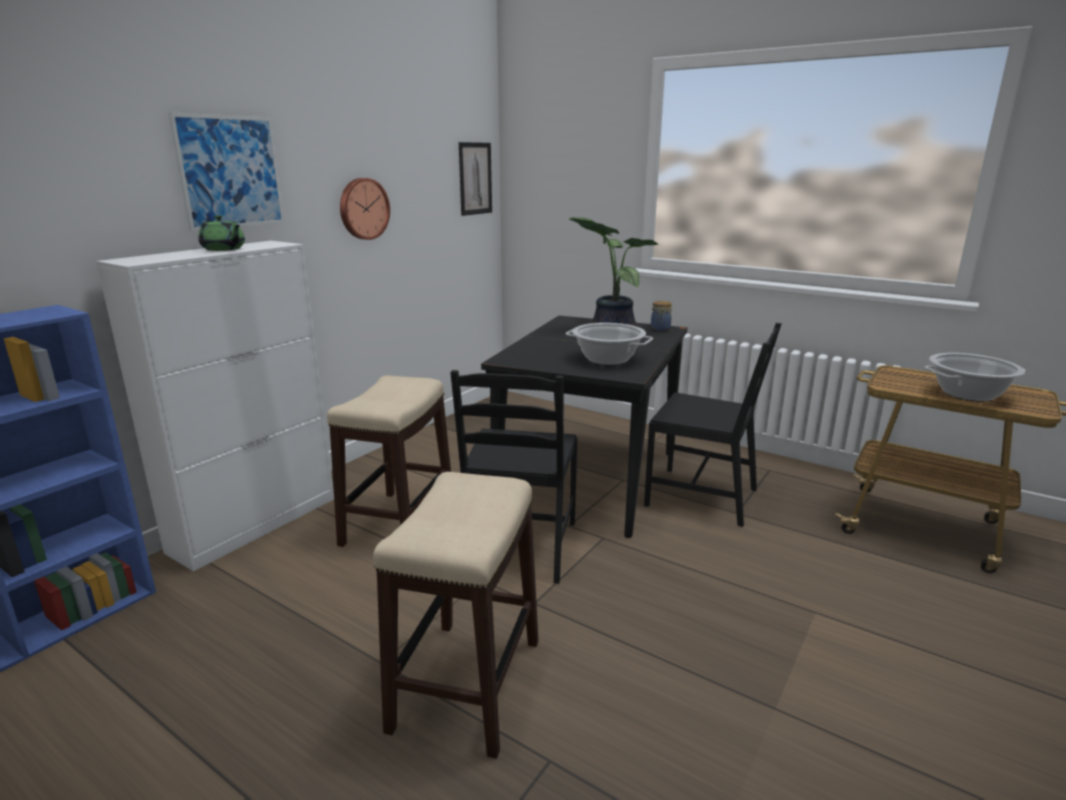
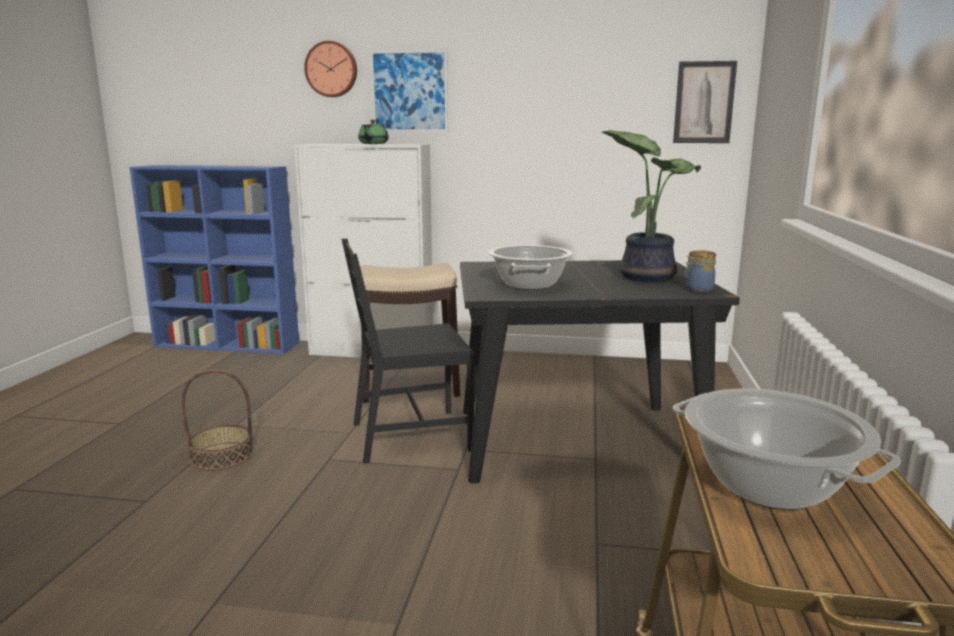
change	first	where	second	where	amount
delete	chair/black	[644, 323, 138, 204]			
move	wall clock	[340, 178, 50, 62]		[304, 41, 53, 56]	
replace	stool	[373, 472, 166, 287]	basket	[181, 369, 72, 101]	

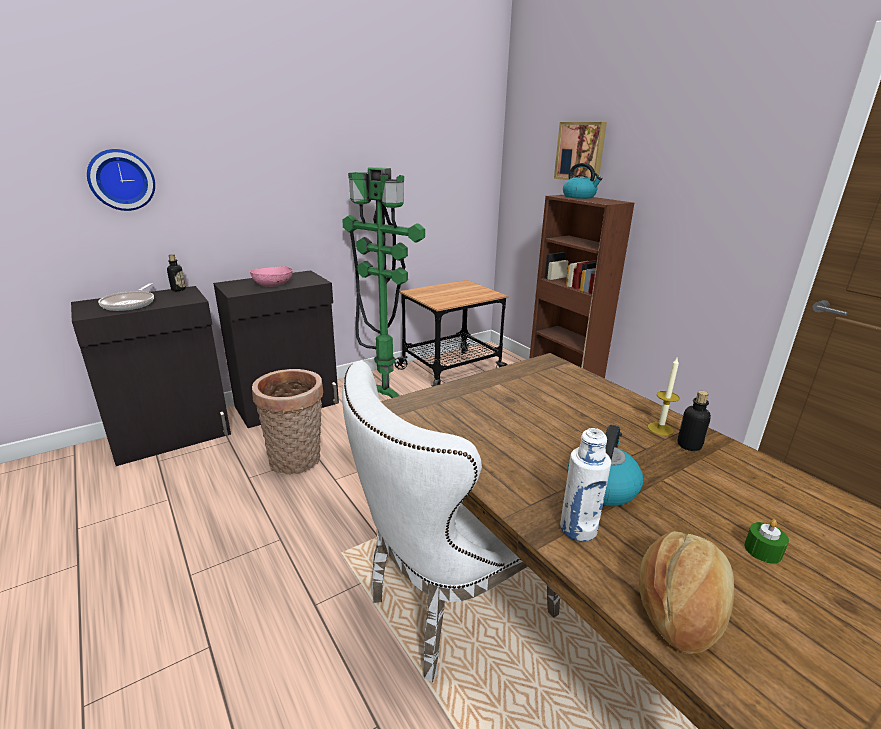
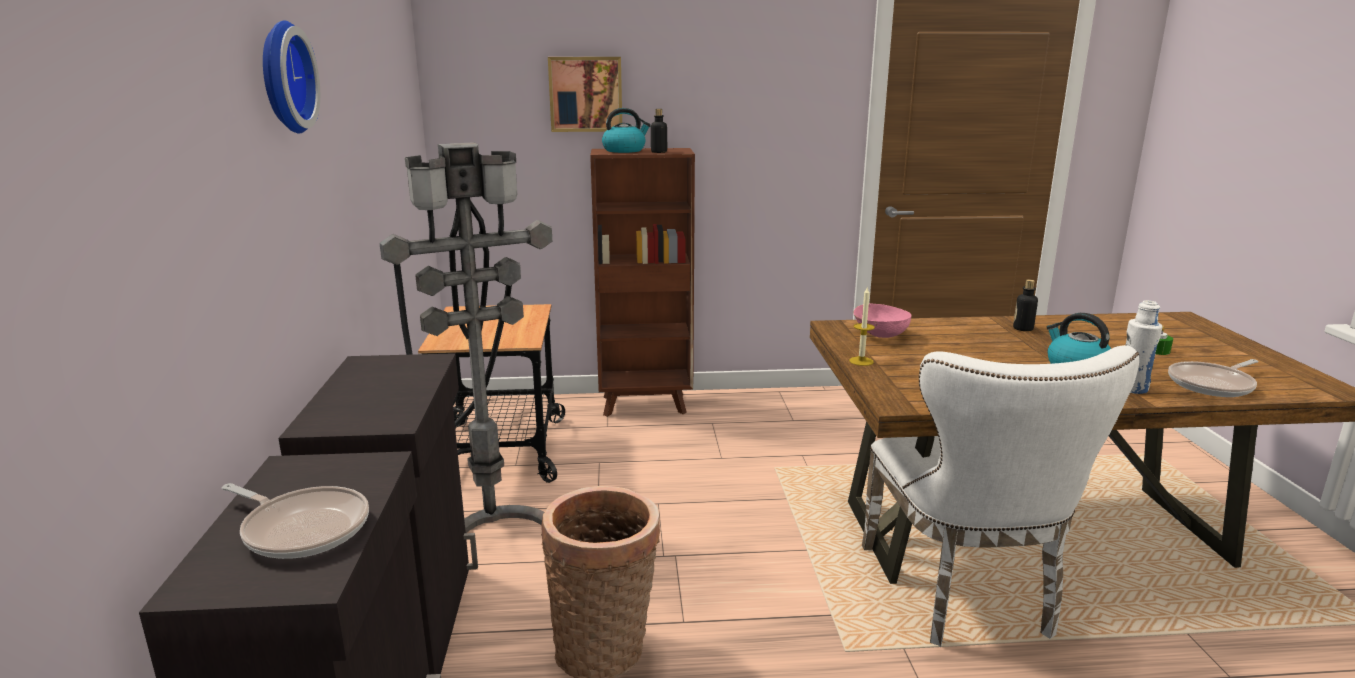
change	first	where	second	where	amount
move	wall clock	[87, 149, 68, 62]		[263, 20, 57, 114]	
move	bottle	[167, 254, 19, 37]		[651, 109, 16, 44]	
move	bowl/pink	[250, 266, 43, 21]		[853, 303, 59, 35]	
move	candle	[648, 358, 32, 78]		[849, 286, 26, 80]	
replace	bread	[639, 531, 95, 123]	frying pan	[1168, 359, 91, 38]	
recolor	floor lamp/green	[342, 167, 83, 231]	floor lamp/grey	[379, 142, 173, 391]	

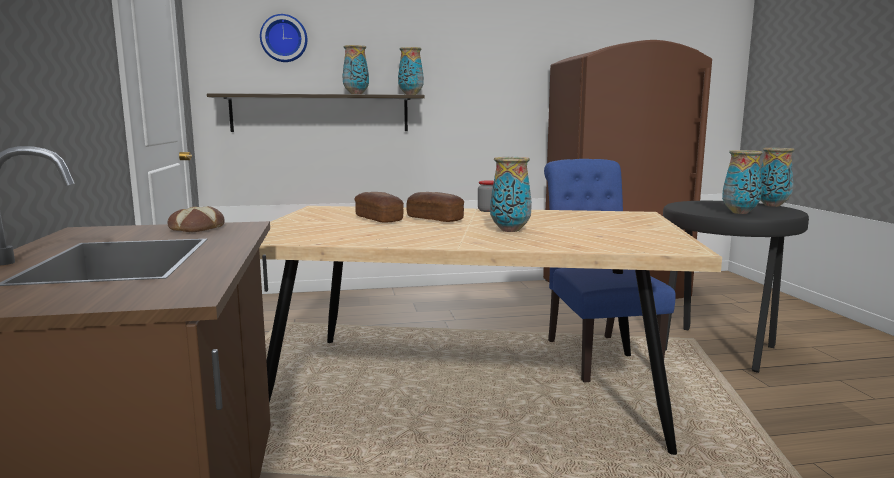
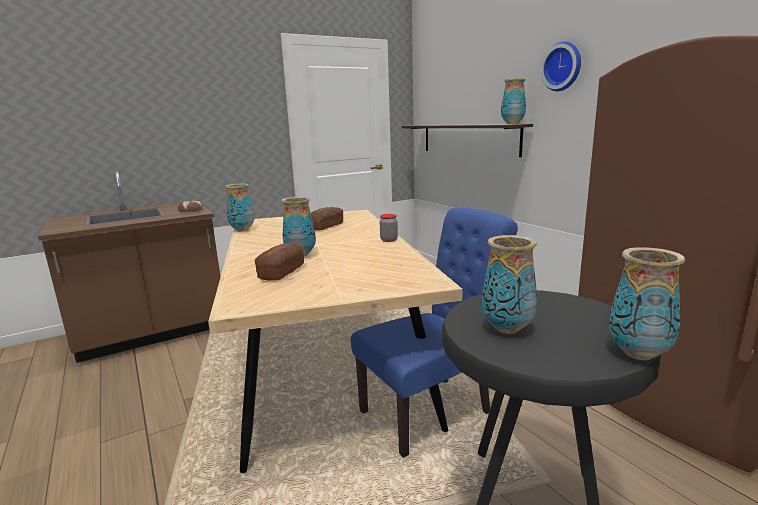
change	first	where	second	where	amount
move	wall clock	[260, 14, 47, 48]		[541, 41, 40, 50]	
move	vase	[343, 45, 26, 49]		[225, 184, 29, 47]	
move	bread	[406, 192, 58, 30]		[255, 243, 49, 38]	

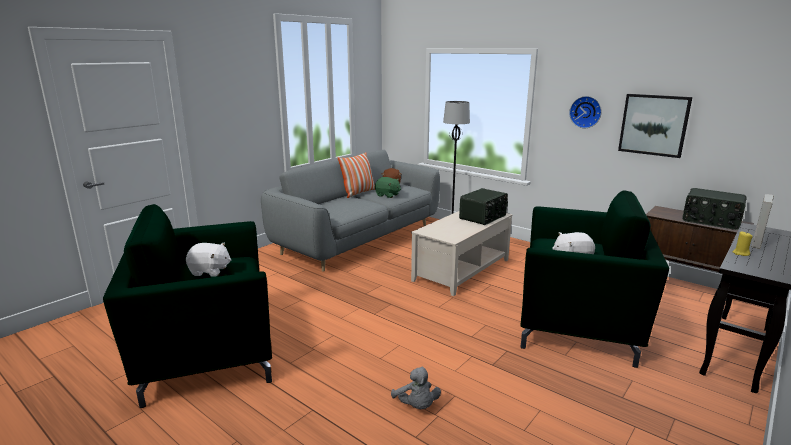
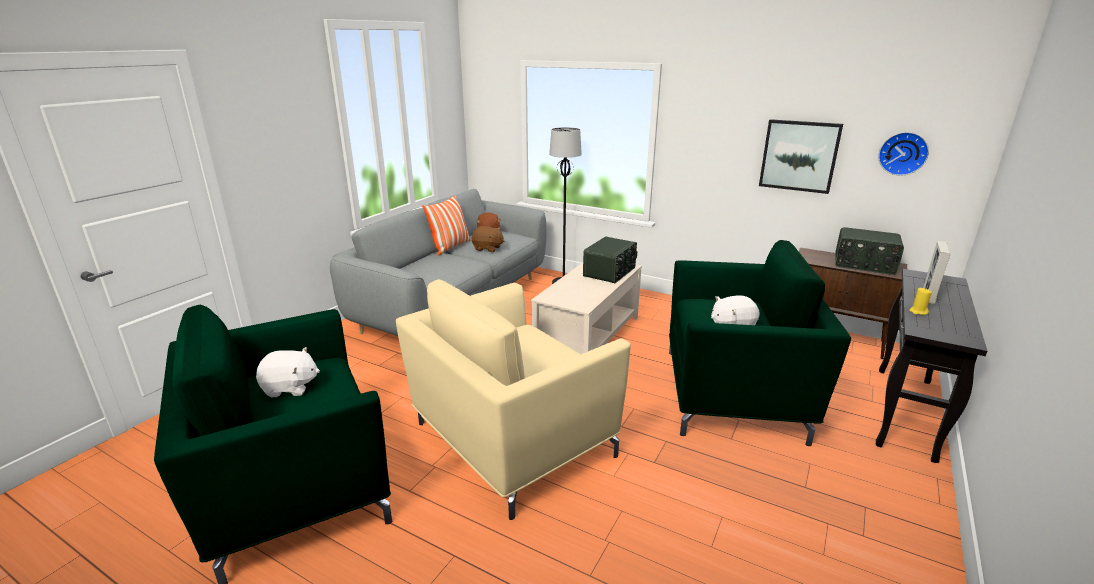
change	first	where	second	where	amount
delete	plush toy/grey	[391, 366, 50, 43]			
insert			armchair/beige	[396, 279, 235, 241]	
move	wall clock	[569, 96, 33, 32]		[878, 132, 51, 44]	
recolor	plush toy/green	[375, 177, 26, 21]	plush toy/brown	[472, 226, 32, 26]	

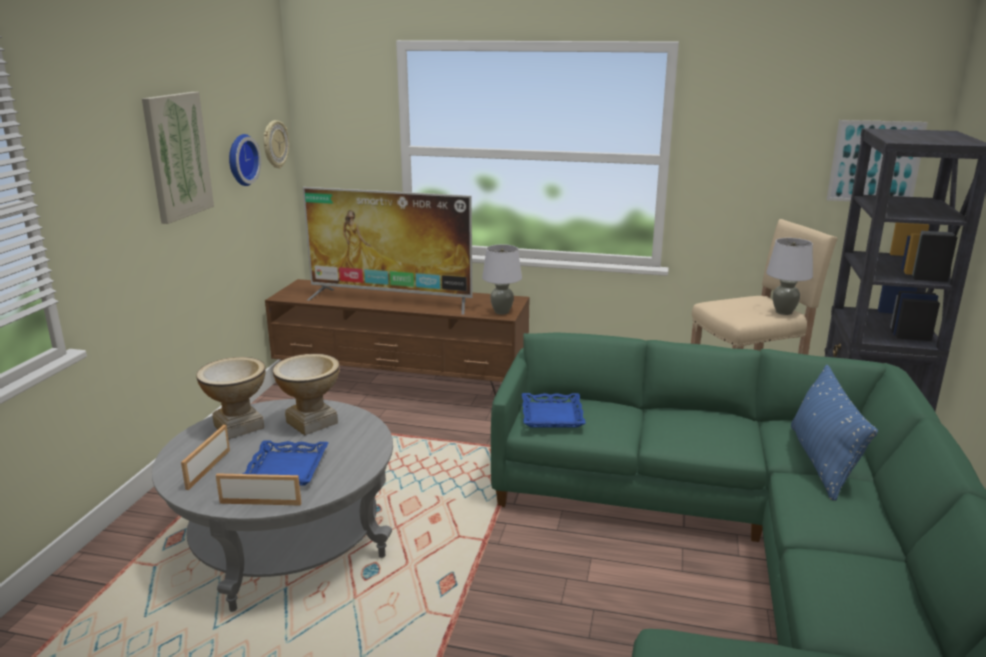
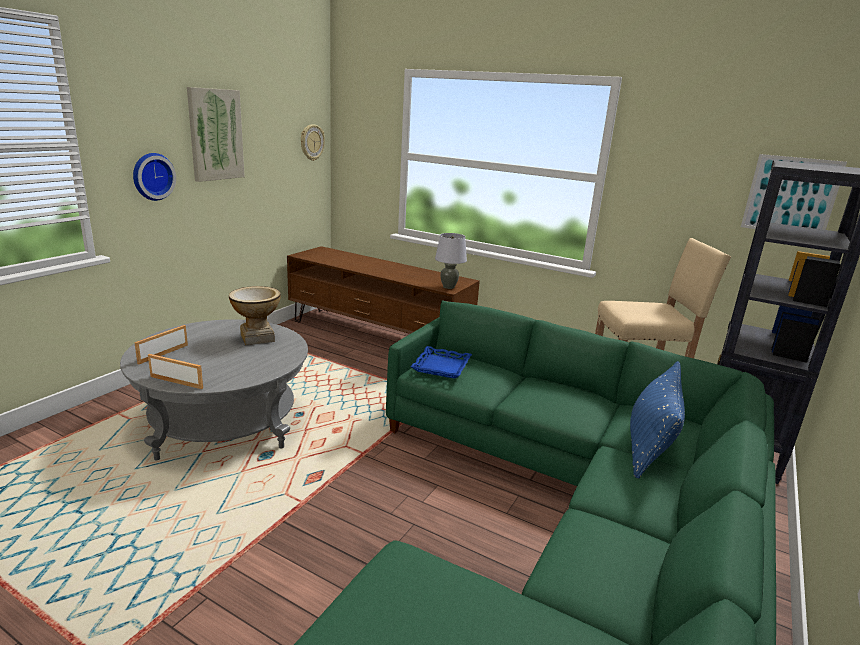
change	first	where	second	where	amount
delete	vase	[196, 357, 70, 83]			
delete	tray/blue	[243, 440, 86, 46]			
delete	television	[303, 187, 170, 127]			
delete	table lamp/grey	[766, 238, 47, 77]			
move	wall clock	[229, 134, 32, 52]		[133, 153, 43, 48]	

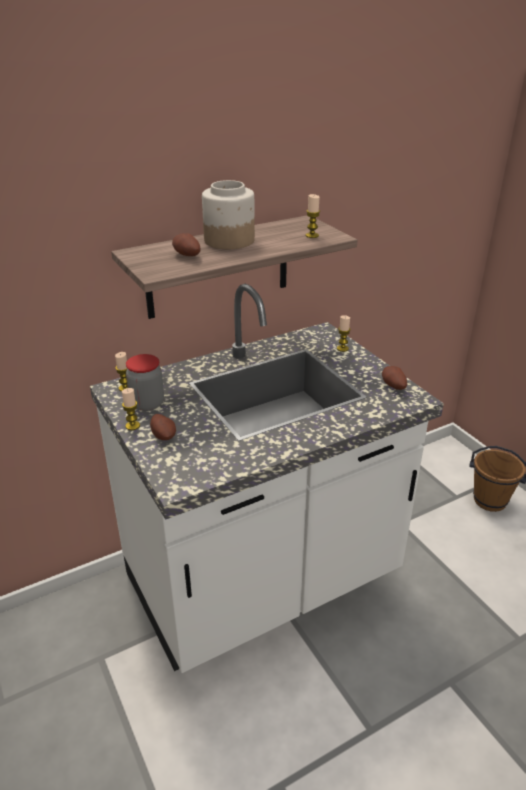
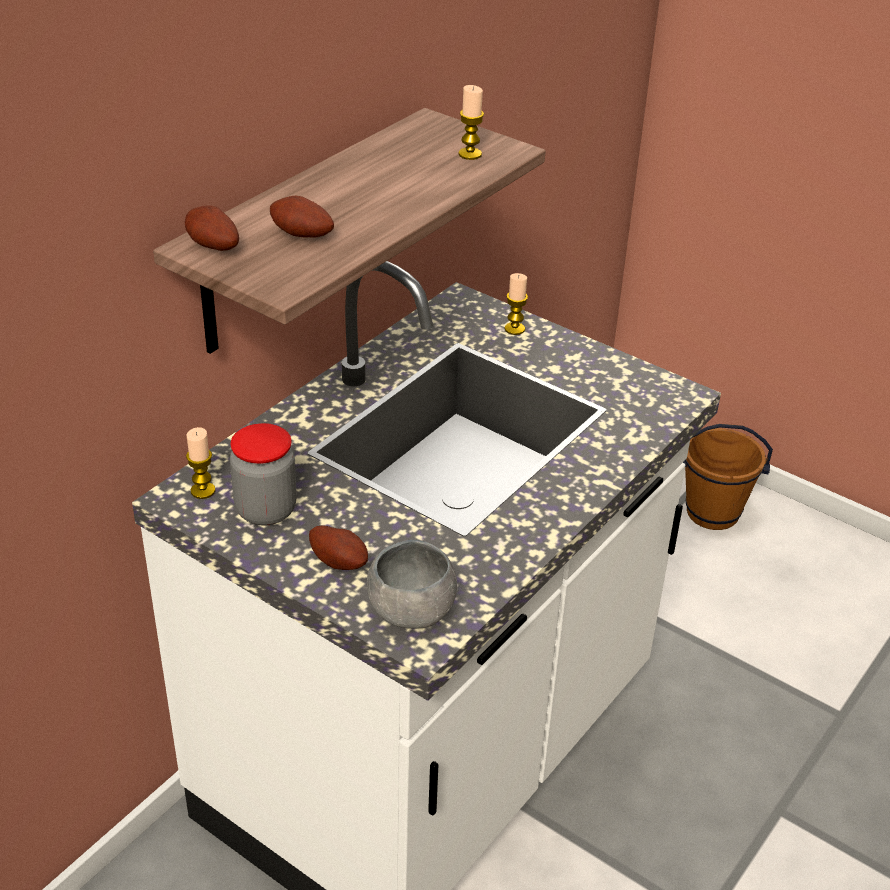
change	first	where	second	where	amount
delete	candle	[122, 388, 18, 42]			
delete	jar	[202, 180, 53, 69]			
insert			bowl/grey	[367, 540, 90, 89]	
move	potato	[382, 366, 25, 24]		[185, 205, 54, 46]	

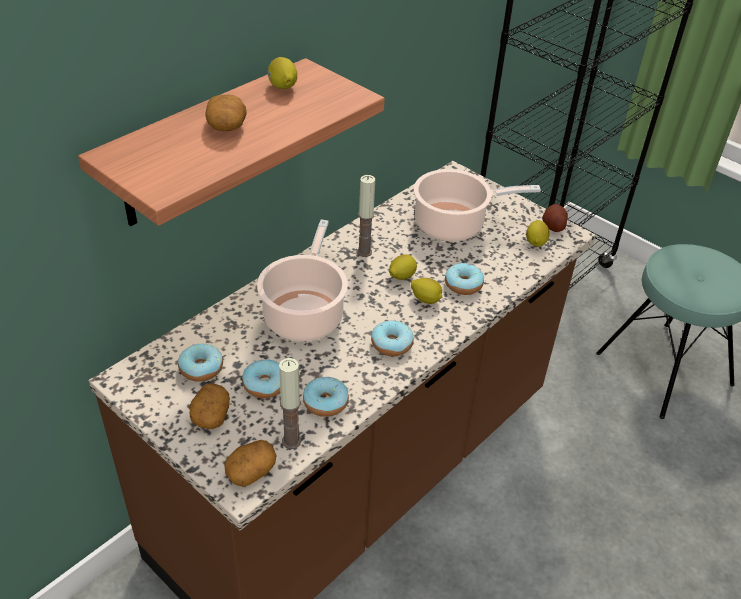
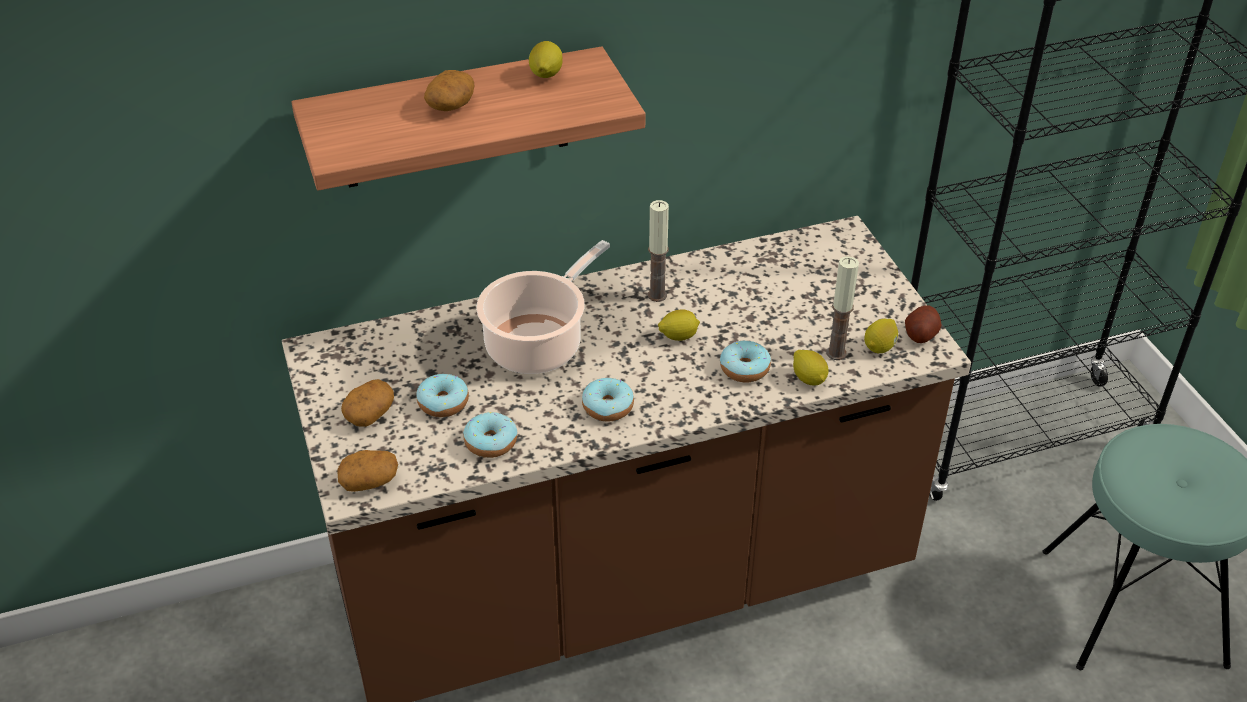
change	first	where	second	where	amount
delete	donut	[178, 344, 45, 38]			
delete	cooking pot	[414, 169, 127, 73]			
move	candle	[279, 358, 22, 91]		[826, 256, 33, 104]	
move	lemon	[411, 278, 31, 26]		[793, 350, 36, 35]	

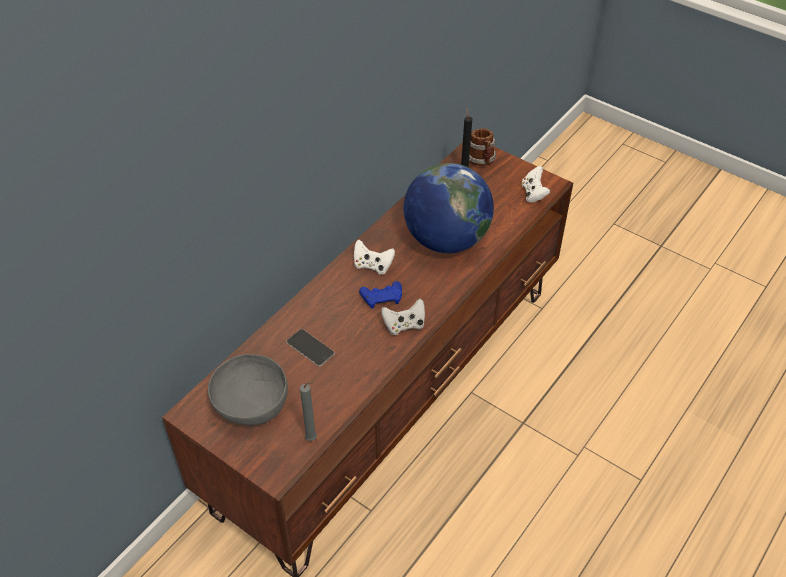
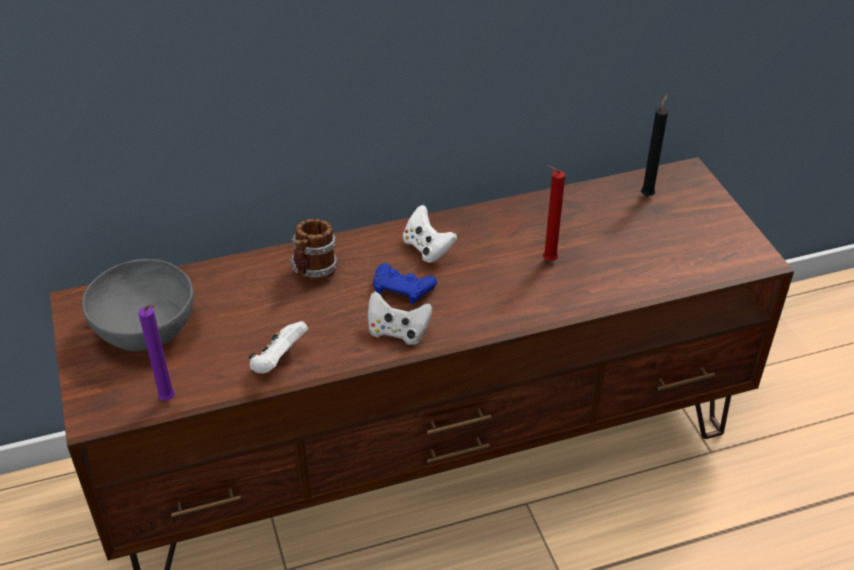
change	first	where	second	where	amount
delete	phone	[286, 329, 49, 37]			
move	mug	[469, 128, 27, 38]		[289, 219, 49, 62]	
move	game controller/white	[522, 166, 28, 37]		[248, 321, 60, 52]	
replace	globe	[404, 163, 90, 90]	candle/red	[543, 165, 22, 96]	
recolor	candle/grey	[300, 381, 17, 60]	candle/purple	[138, 304, 37, 97]	

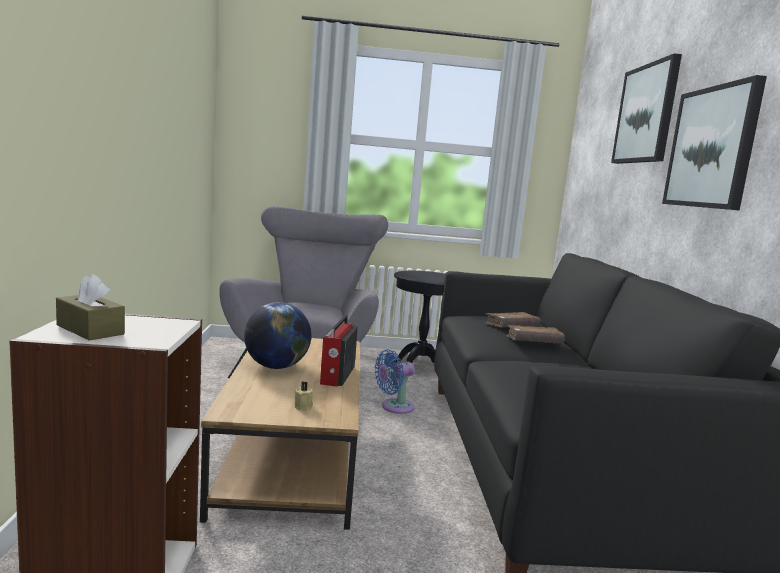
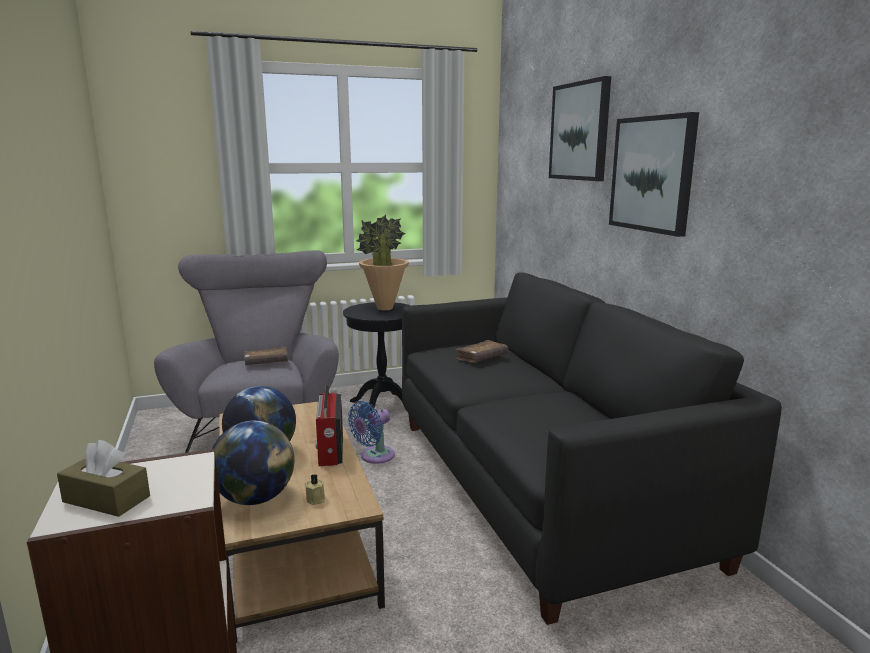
change	first	where	second	where	amount
insert			globe	[212, 421, 82, 84]	
insert			potted plant	[357, 215, 52, 95]	
move	book/brown	[506, 325, 59, 19]		[244, 347, 44, 18]	

